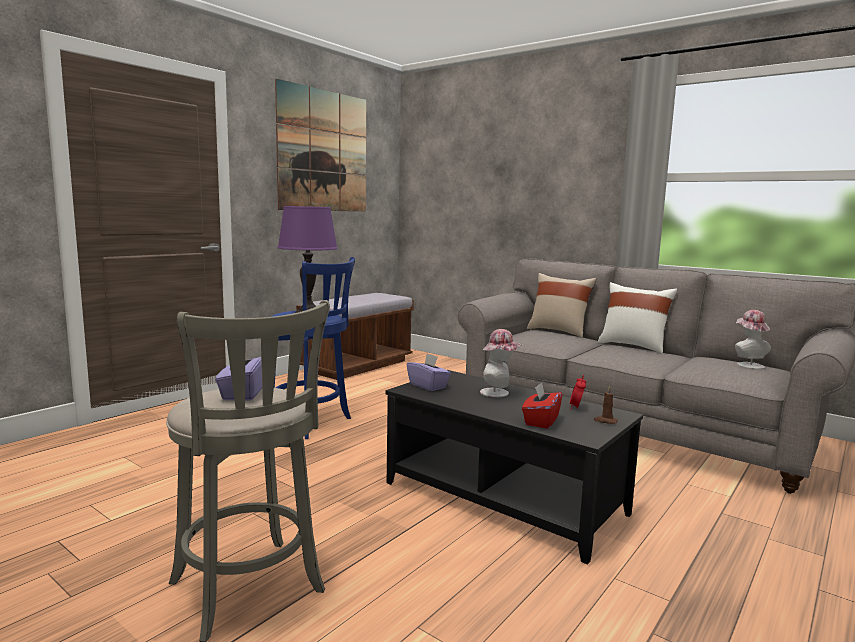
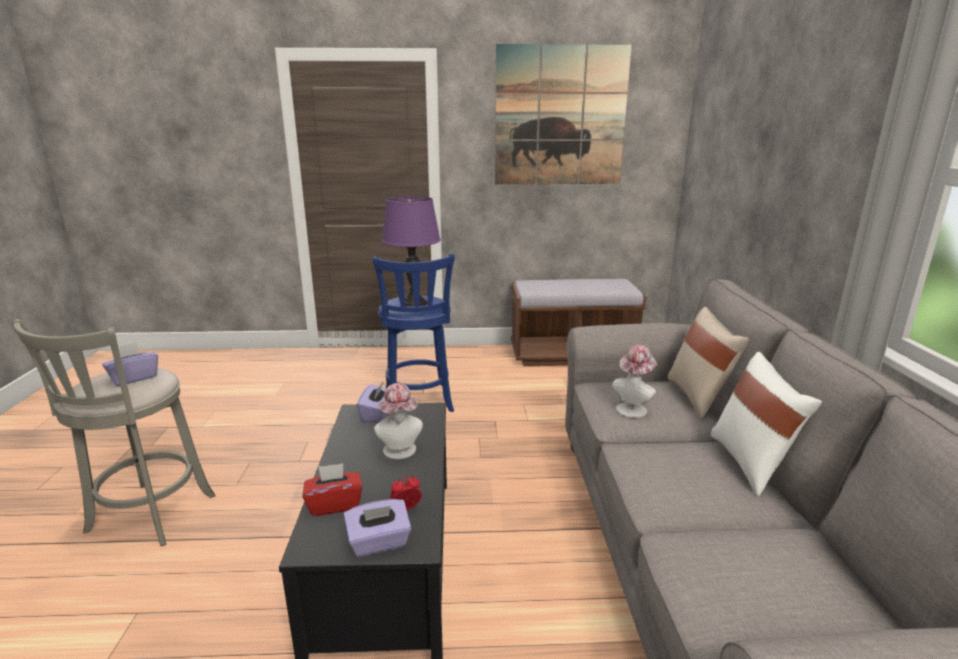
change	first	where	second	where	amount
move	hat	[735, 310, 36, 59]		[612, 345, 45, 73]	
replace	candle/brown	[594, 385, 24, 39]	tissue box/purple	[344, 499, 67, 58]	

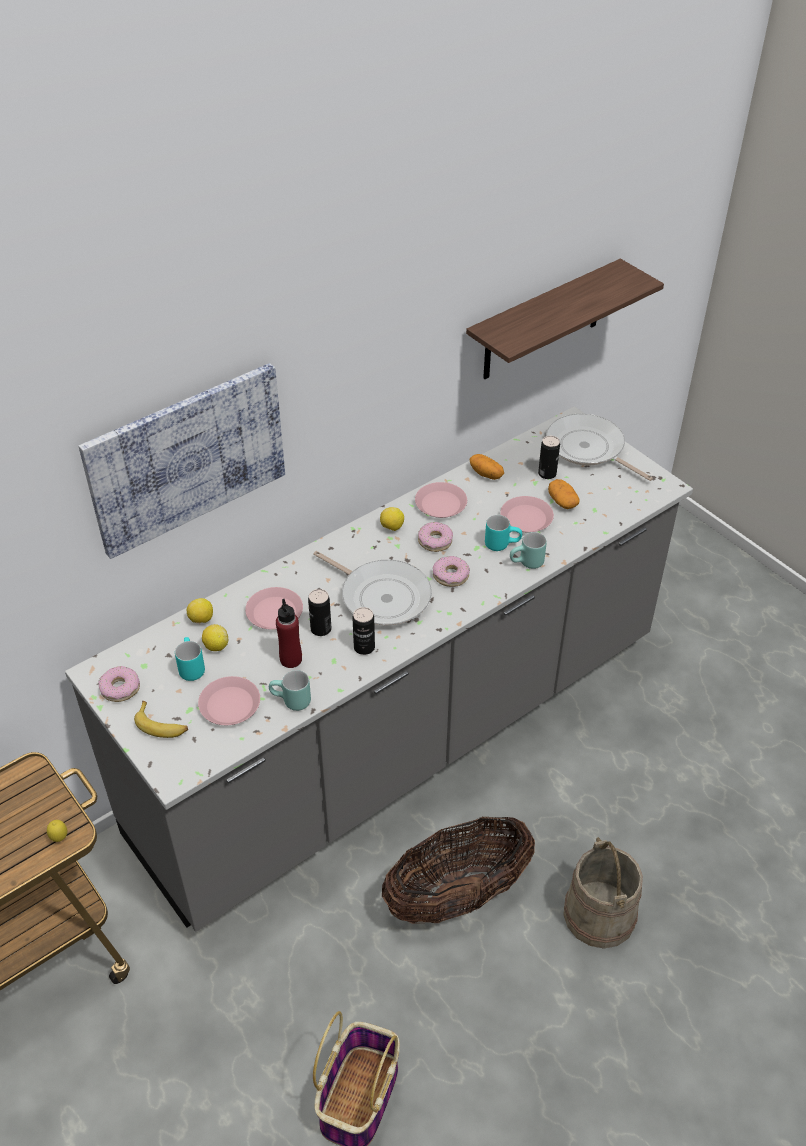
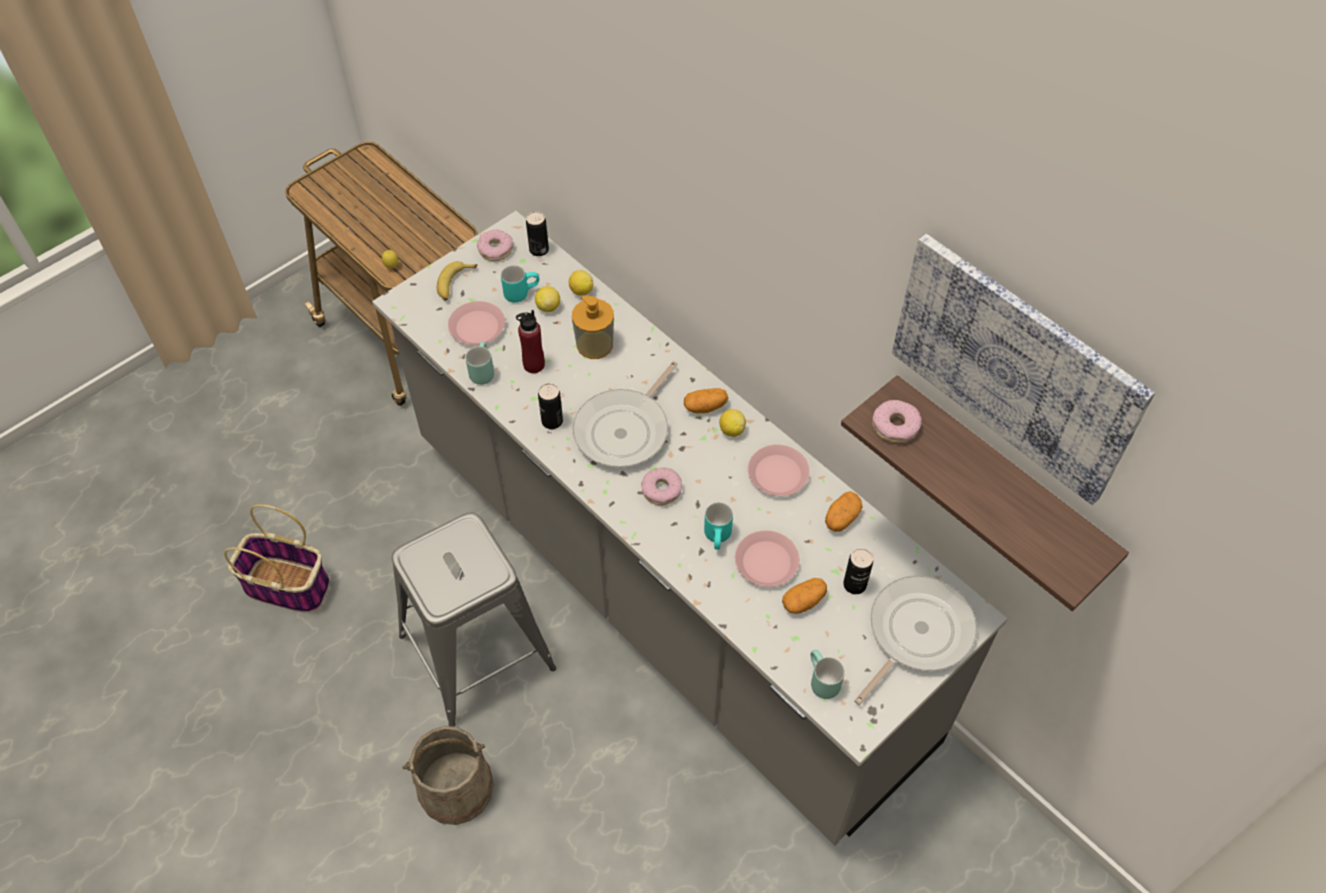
change	first	where	second	where	amount
insert			potato	[684, 388, 44, 25]	
move	picture	[79, 363, 206, 196]		[892, 234, 263, 271]	
move	can	[308, 589, 23, 47]		[526, 211, 23, 45]	
move	donut	[418, 522, 35, 30]		[872, 400, 50, 43]	
move	mug/turquoise	[510, 532, 37, 37]		[811, 650, 34, 49]	
replace	plate/pink	[245, 587, 58, 43]	soap dispenser	[572, 296, 42, 63]	
replace	basket	[382, 817, 153, 107]	stool/grey	[392, 513, 164, 214]	

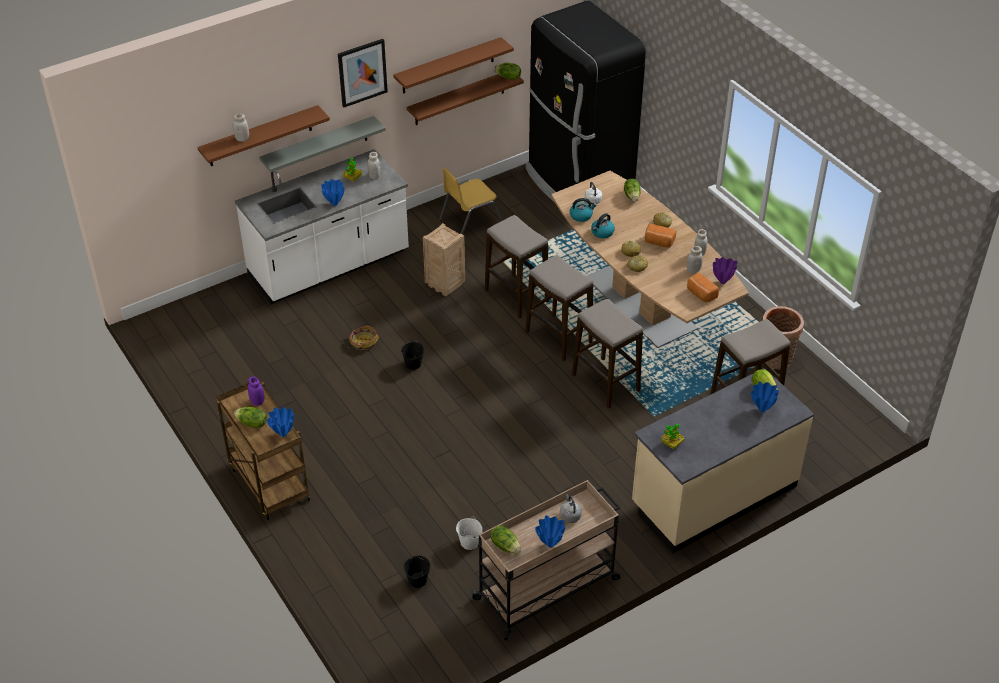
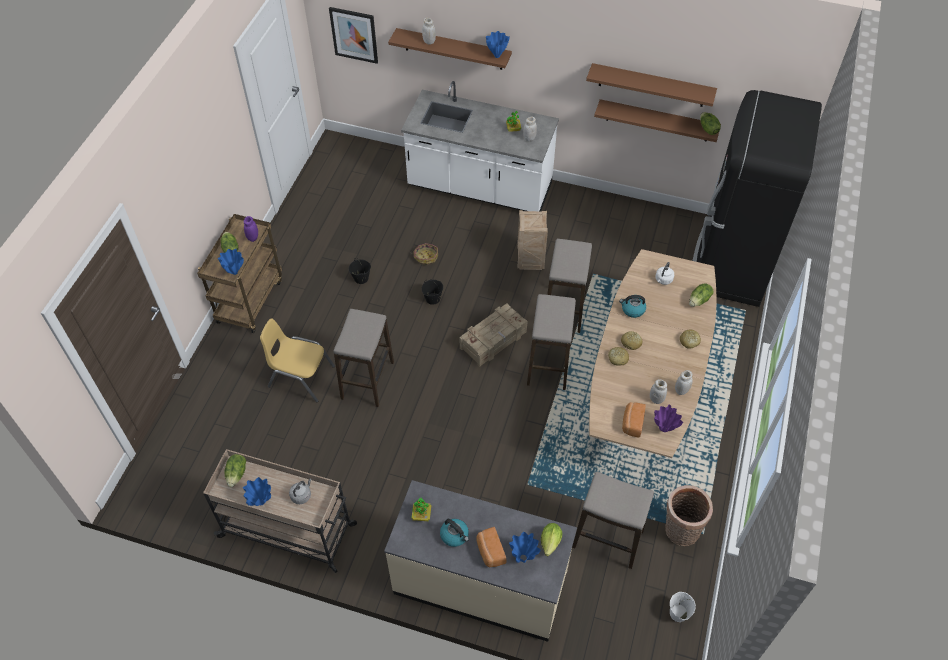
change	first	where	second	where	amount
delete	shelf/grey	[259, 116, 127, 56]			
insert			crate	[460, 303, 68, 64]	
move	vase/blue	[321, 179, 24, 27]		[486, 31, 24, 27]	
move	picture	[338, 39, 50, 69]		[329, 7, 49, 57]	
move	bucket/black	[404, 556, 26, 32]		[349, 258, 22, 26]	
move	chair/yellow	[439, 168, 63, 67]		[260, 319, 75, 83]	
move	bucket/white	[456, 517, 26, 33]		[670, 592, 26, 30]	
move	kettle	[570, 198, 26, 24]		[440, 519, 29, 28]	
move	stool	[572, 298, 71, 110]		[334, 309, 60, 98]	
move	bread	[645, 224, 31, 24]		[476, 527, 30, 40]	

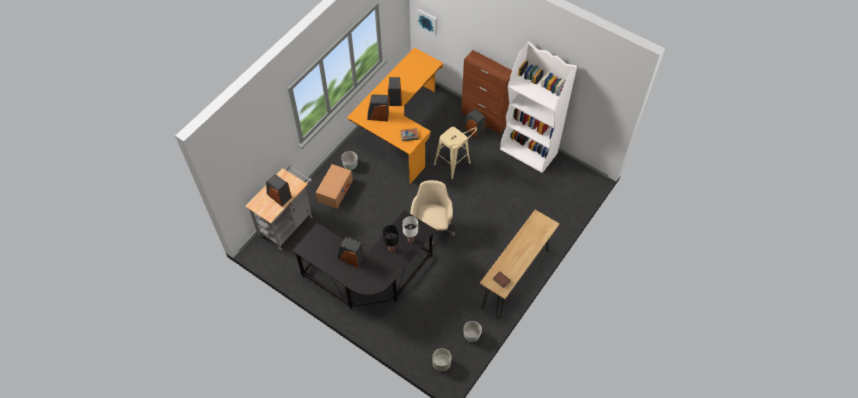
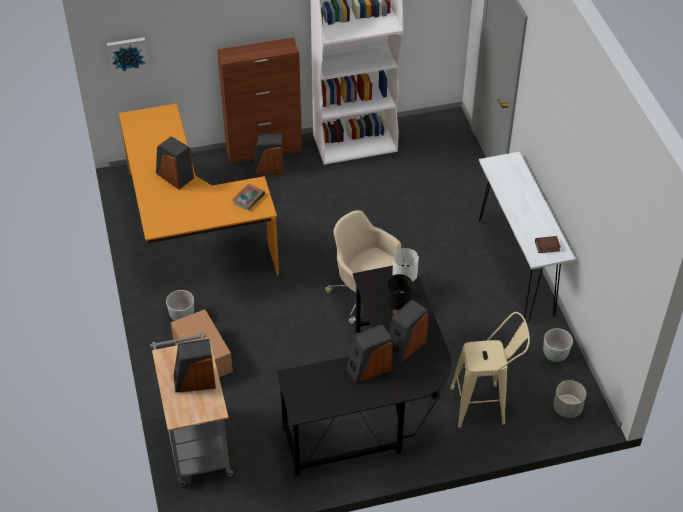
change	first	where	second	where	amount
move	speaker	[367, 95, 22, 26]		[389, 300, 40, 64]	
move	stool/beige	[434, 127, 43, 52]		[450, 312, 80, 116]	
recolor	console table/brown	[480, 210, 80, 109]	console table/white	[479, 152, 96, 170]	

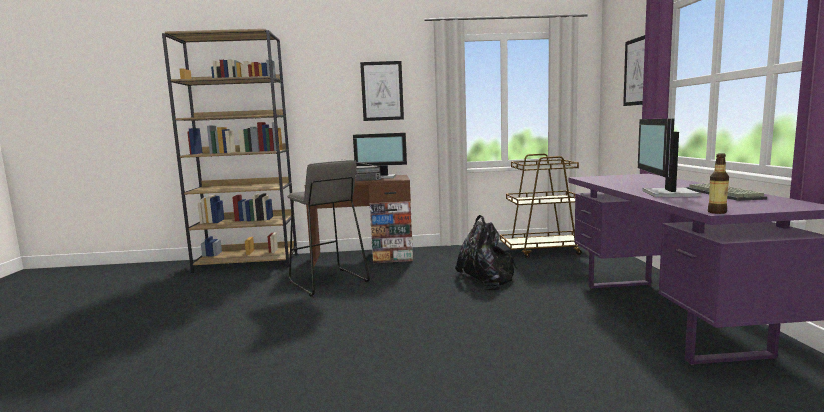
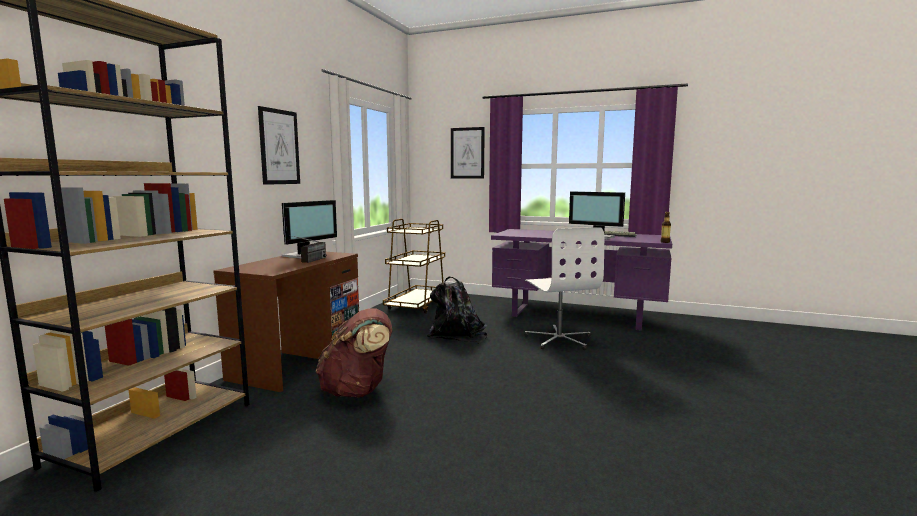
change	first	where	second	where	amount
insert			office chair/white	[524, 227, 80, 123]	
replace	stool/grey	[287, 160, 83, 136]	backpack/brown	[316, 308, 76, 89]	

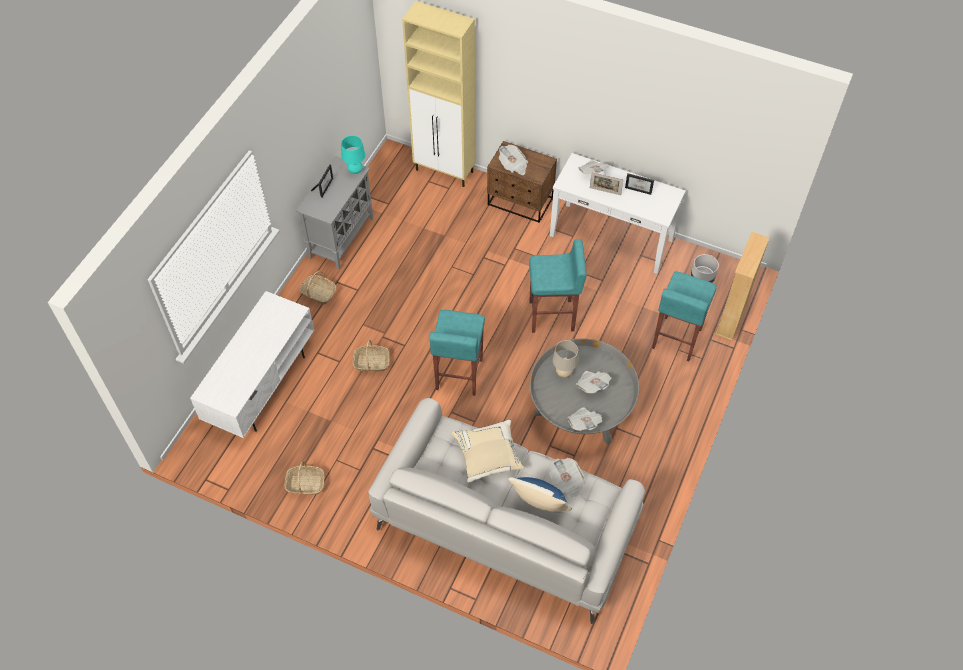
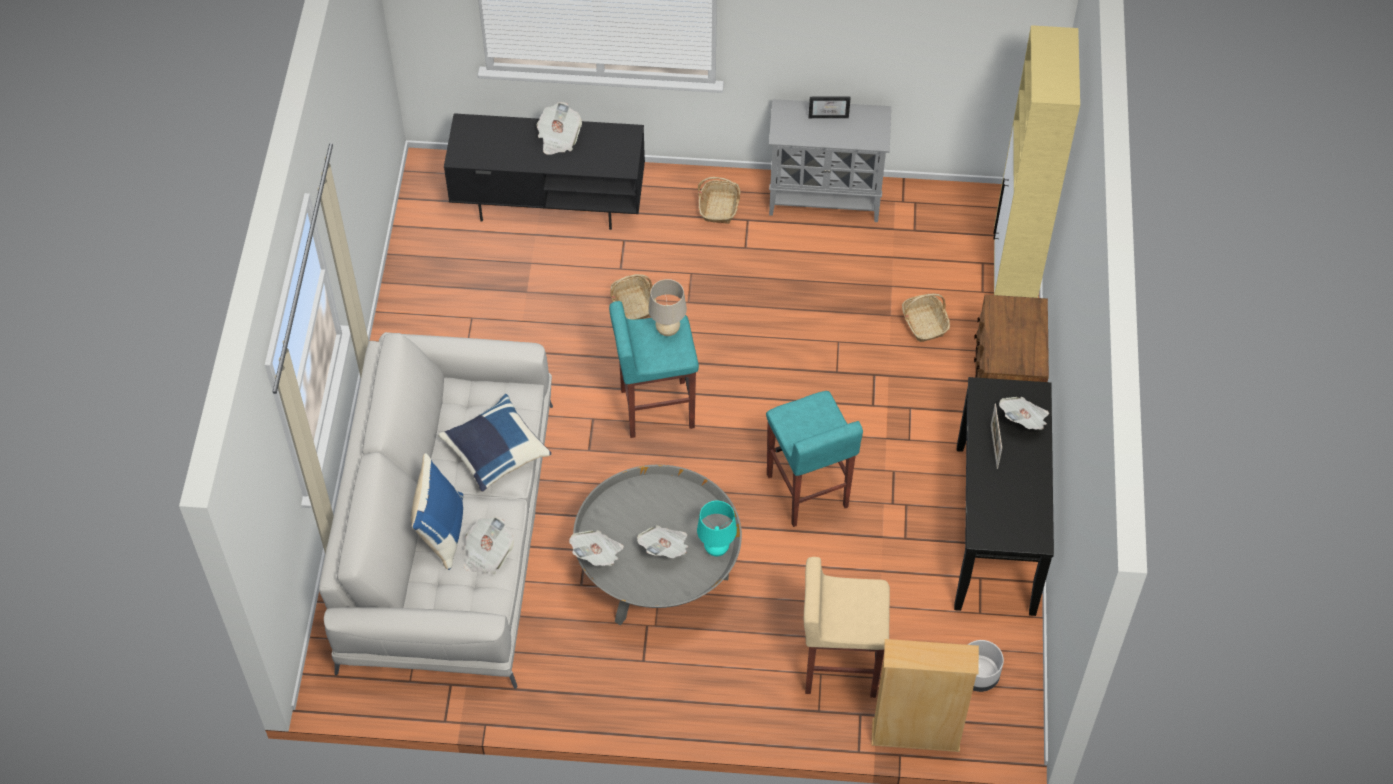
change	first	where	second	where	amount
delete	picture frame	[625, 173, 29, 22]			
move	basket	[285, 461, 39, 34]		[902, 294, 48, 48]	
move	table lamp/turquoise	[341, 135, 24, 39]		[697, 501, 40, 55]	
move	newspaper	[499, 145, 29, 30]		[537, 102, 45, 53]	
move	table lamp/beige	[552, 340, 27, 38]		[648, 279, 39, 57]	
recolor	tv stand/white	[190, 291, 124, 147]	tv stand/black	[444, 113, 201, 117]	
recolor	pillow/beige	[452, 419, 73, 64]	pillow/blue	[438, 394, 114, 98]	
recolor	console table/white	[550, 153, 136, 121]	console table/black	[954, 377, 100, 239]	
recolor	stool/turquoise	[652, 271, 65, 90]	stool/beige	[804, 557, 86, 141]	

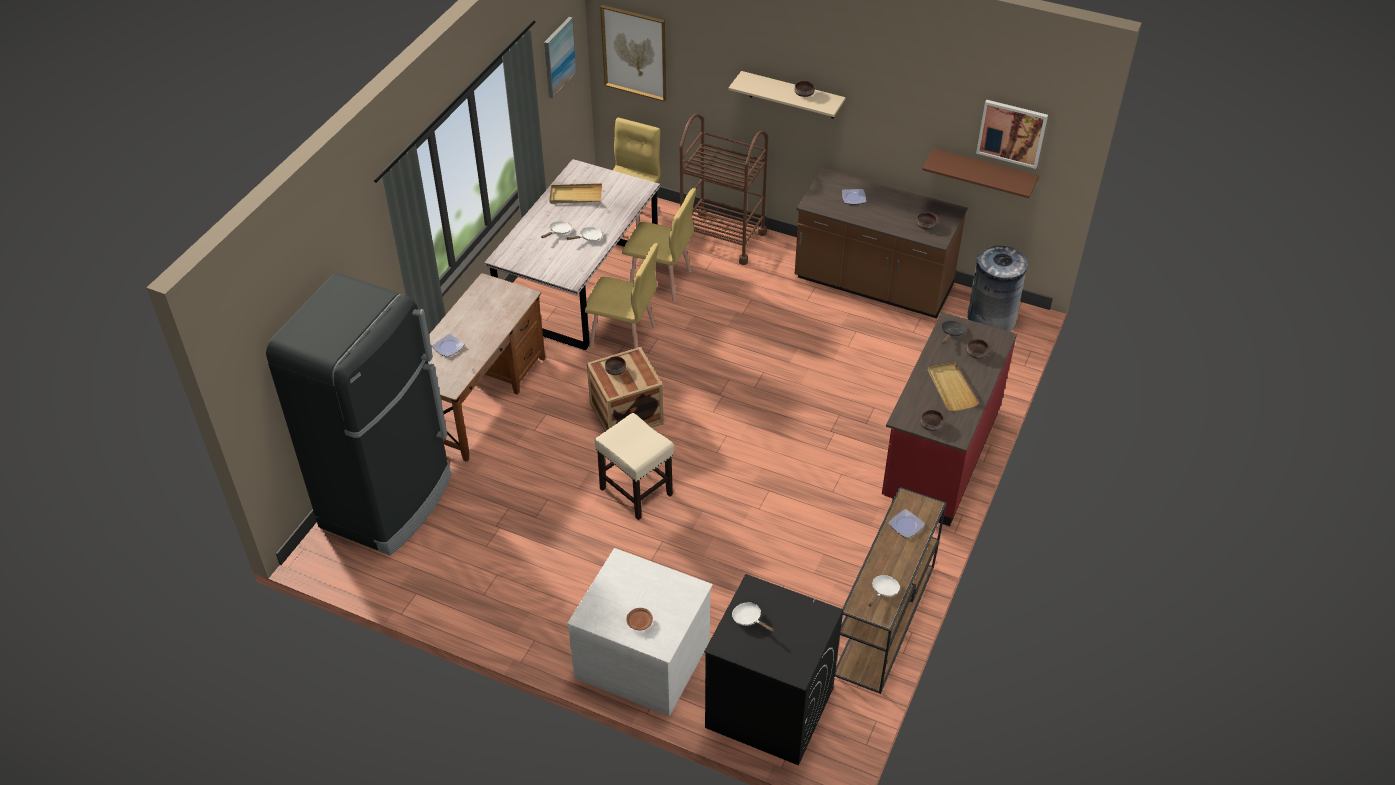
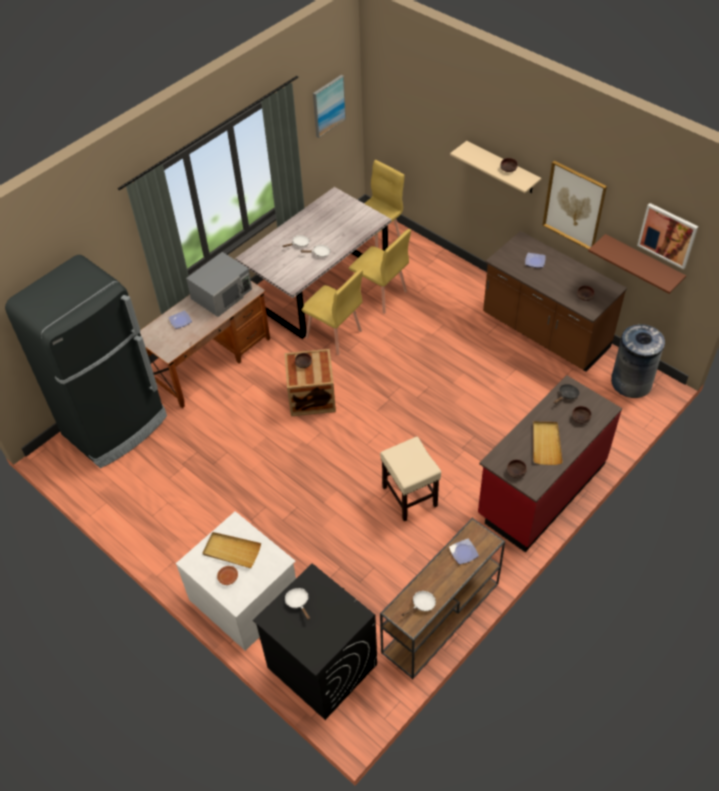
change	first	where	second	where	amount
delete	cart/brown	[680, 113, 88, 152]			
insert			microwave/grey	[186, 252, 66, 65]	
move	tray/beige	[549, 183, 53, 21]		[203, 532, 58, 36]	
move	stool/beige	[595, 413, 79, 107]		[380, 437, 61, 84]	
move	picture	[600, 5, 66, 97]		[542, 161, 65, 89]	

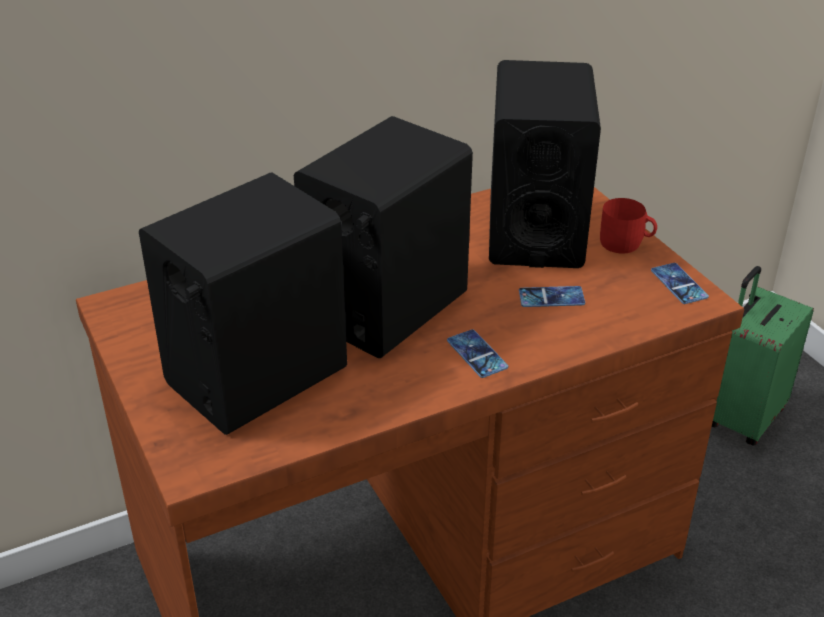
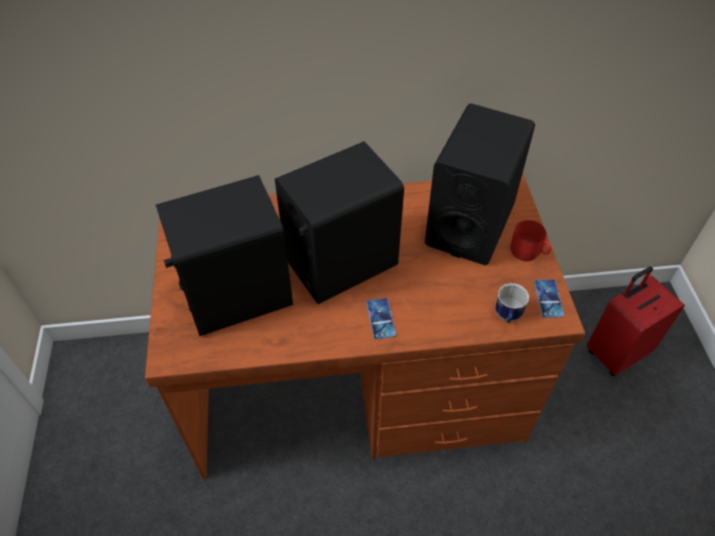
change	first	where	second	where	amount
delete	phone	[519, 286, 66, 21]			
insert			mug	[495, 283, 34, 40]	
recolor	suitcase/green	[712, 266, 102, 180]	suitcase/red	[586, 266, 99, 111]	

